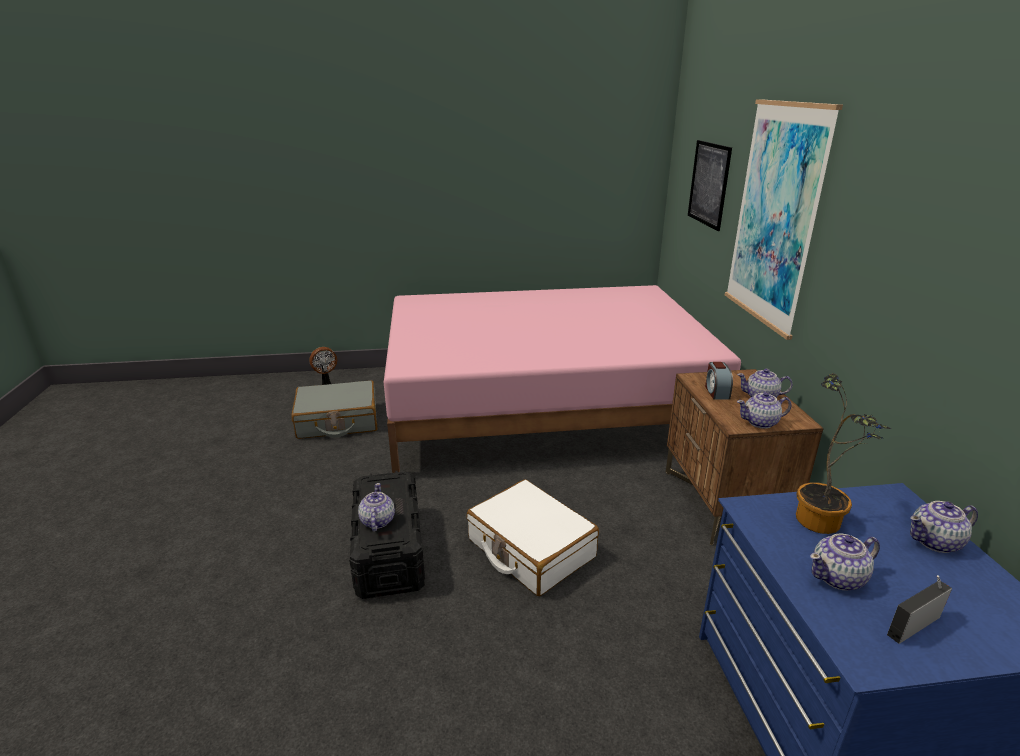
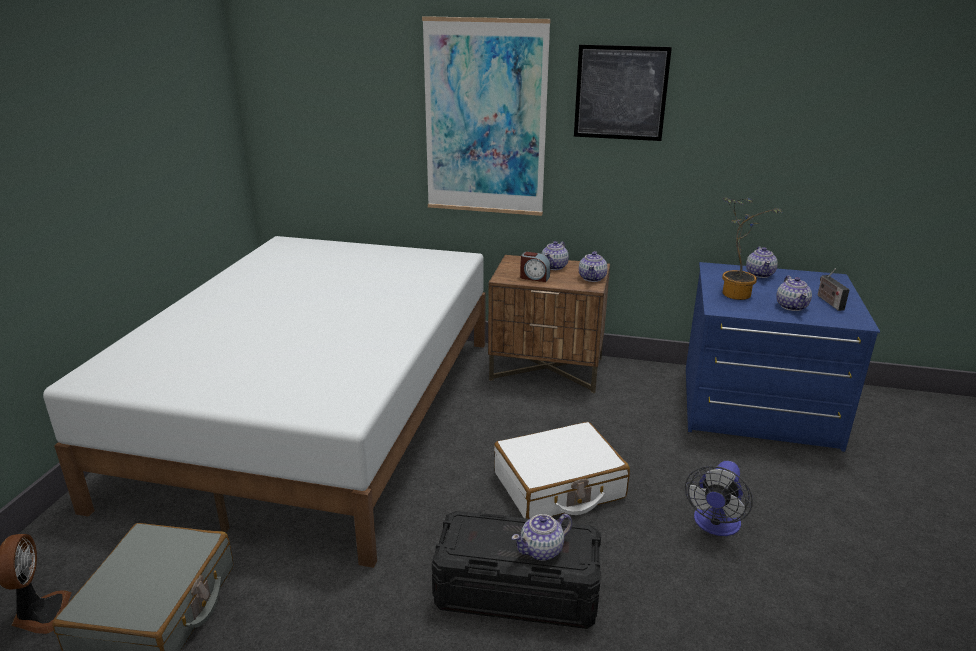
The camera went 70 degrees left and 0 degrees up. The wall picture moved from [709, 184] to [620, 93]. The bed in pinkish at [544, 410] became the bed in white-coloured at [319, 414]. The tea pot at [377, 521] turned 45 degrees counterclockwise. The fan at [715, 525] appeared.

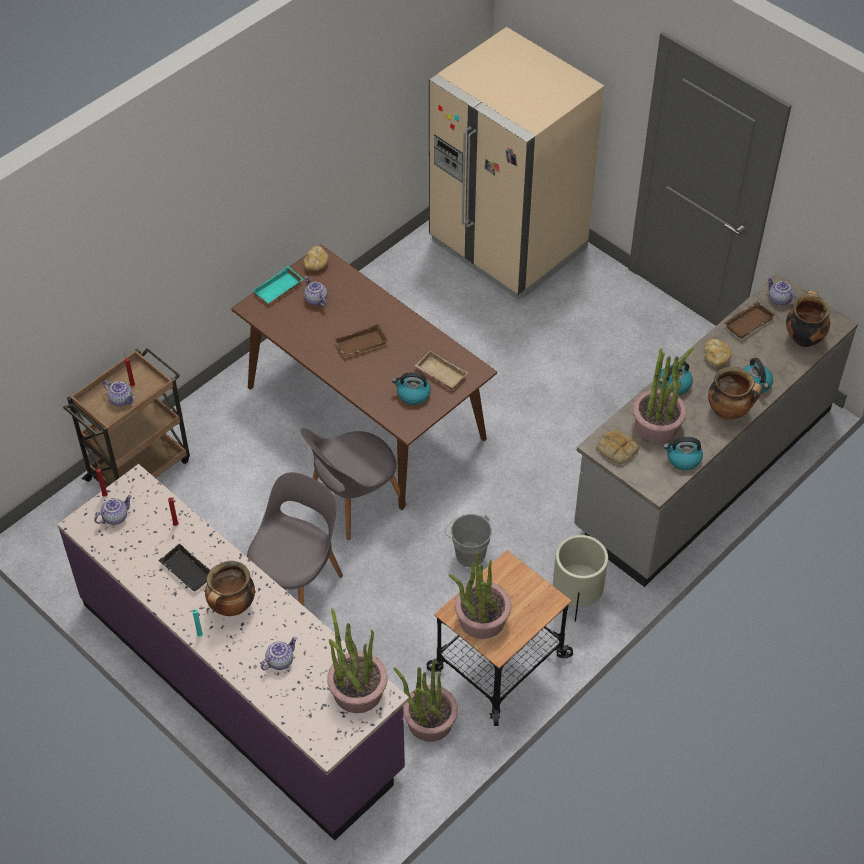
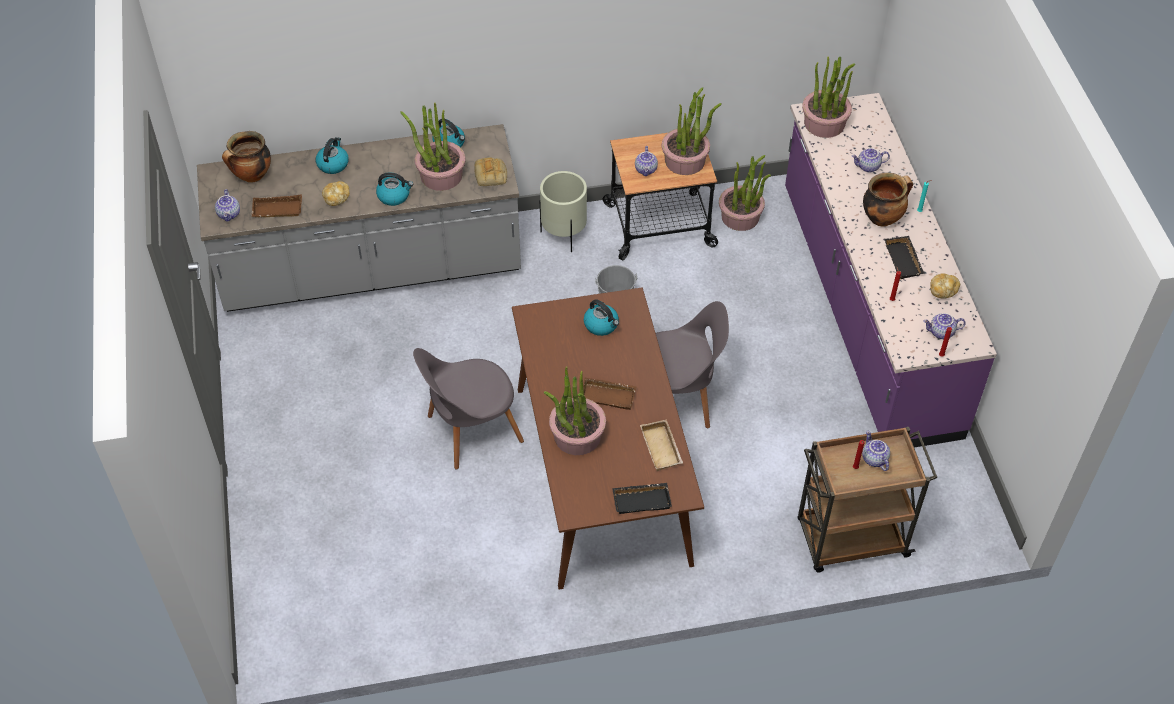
The camera went 145 degrees left and 0 degrees up. The fridge in beige at [507, 245] disappeared. The baked bread moved from [316, 264] to [943, 290]. The serving tray in blue-green at [278, 290] became the serving tray in black at [642, 500]. The tea pot moved from [315, 300] to [646, 170]. The serving tray in beige moved from [439, 374] to [662, 448]. The saucepot at [729, 411] disappeared. The plain chair in grey moved from [295, 584] to [470, 430]. The plant in a pot at [577, 436] appeared.

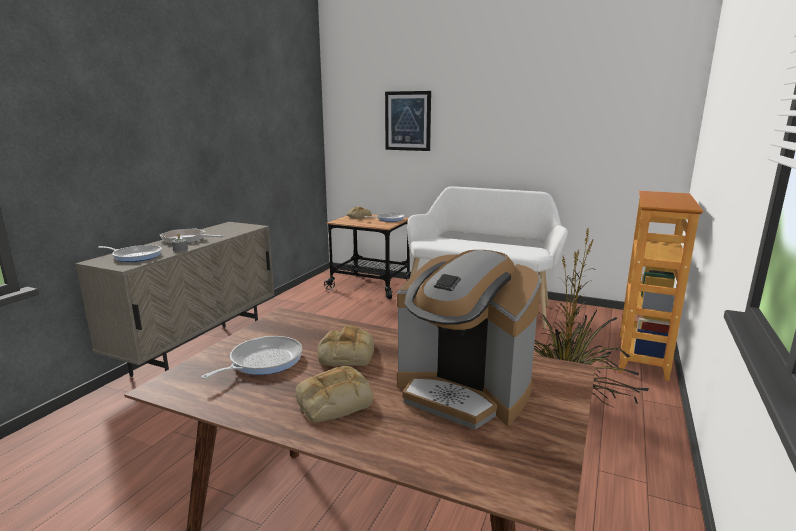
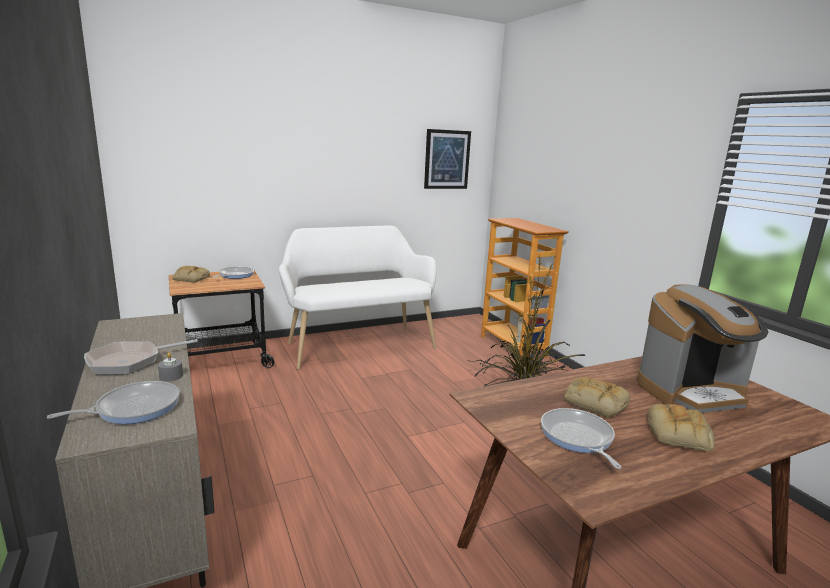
The camera went 50 degrees left and 0 degrees up. The wall picture moved from [408, 121] to [447, 159].

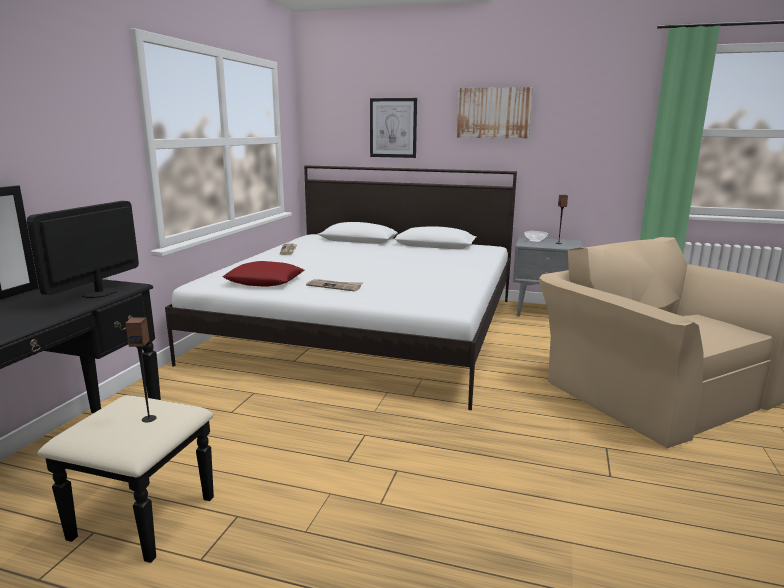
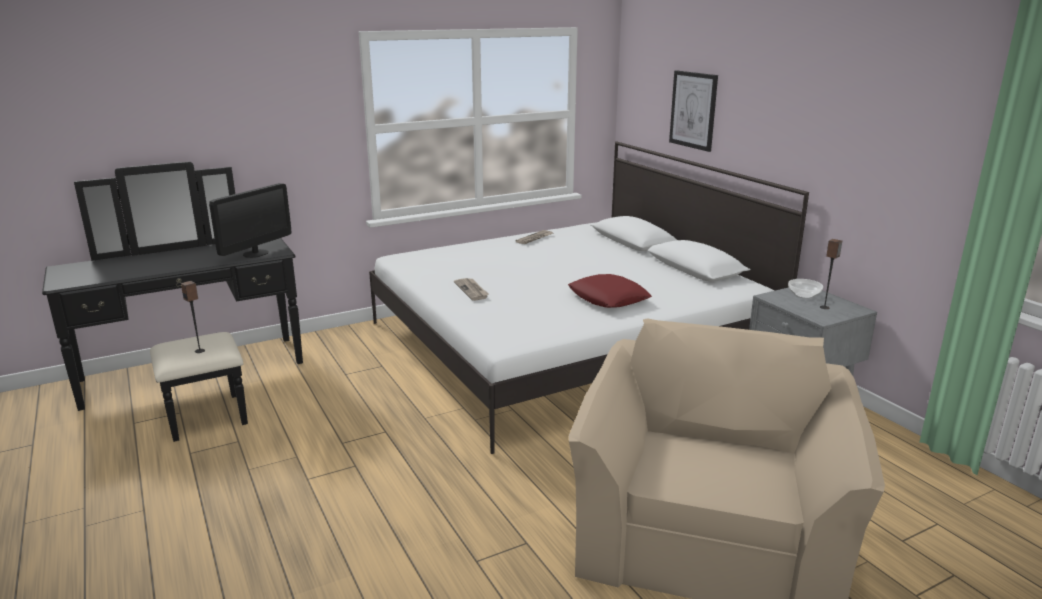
The camera went 45 degrees right and 5 degrees up. The wall picture at [494, 113] disappeared. The computer display at [99, 293] turned 150 degrees clockwise. The cushion in red moved from [265, 281] to [608, 298].

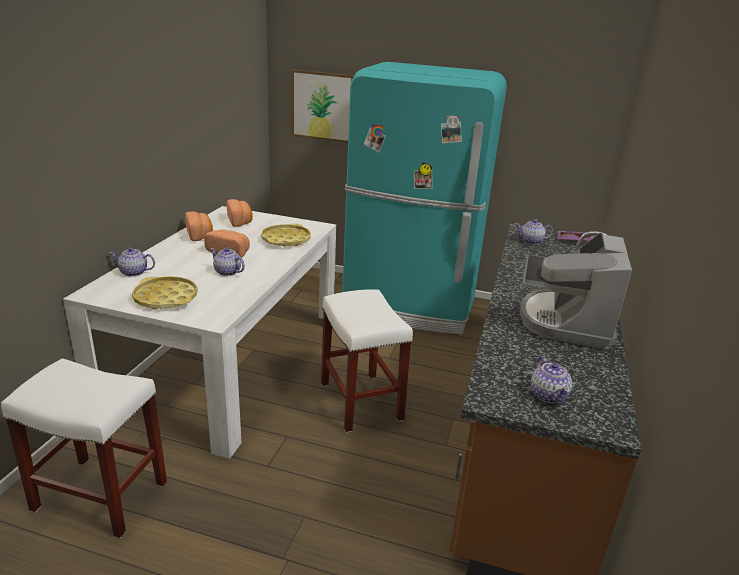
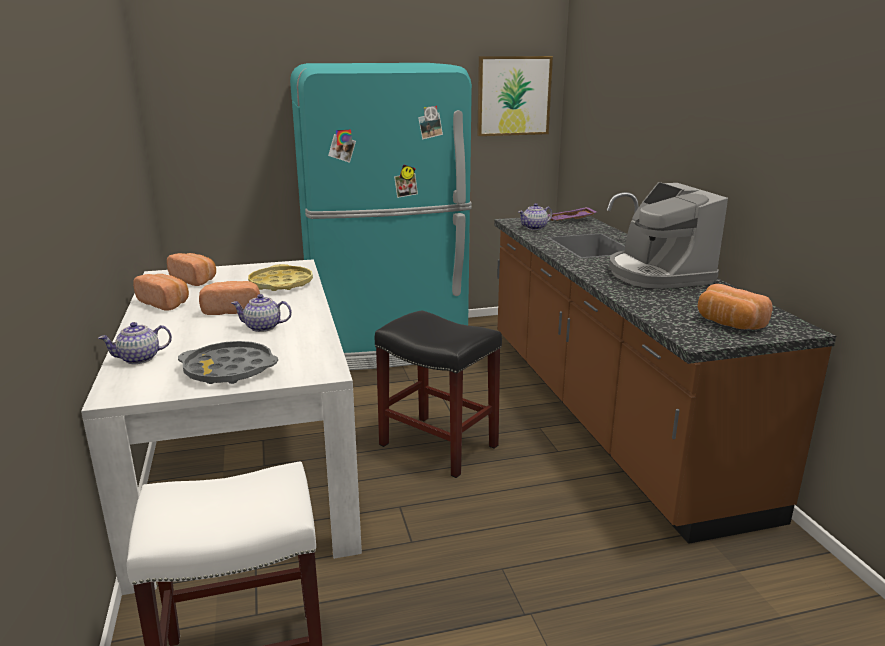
The camera went 30 degrees left and 5 degrees down. The wall picture moved from [323, 106] to [513, 96]. The serving tray in yellowish at [166, 298] became the serving tray in grey at [229, 370]. The sitting stool in white-coloured at [361, 402] became the sitting stool in black at [440, 445]. The tea pot at [548, 395] was replaced by the baked bread at [728, 323].

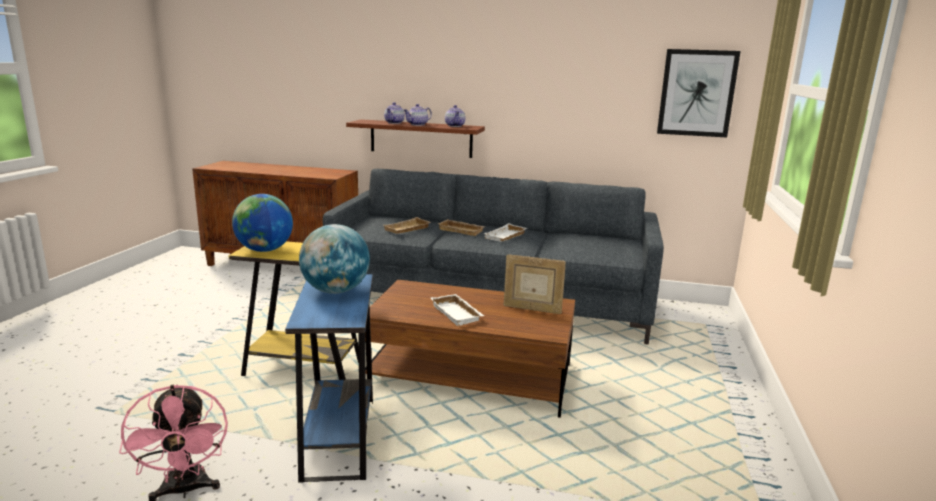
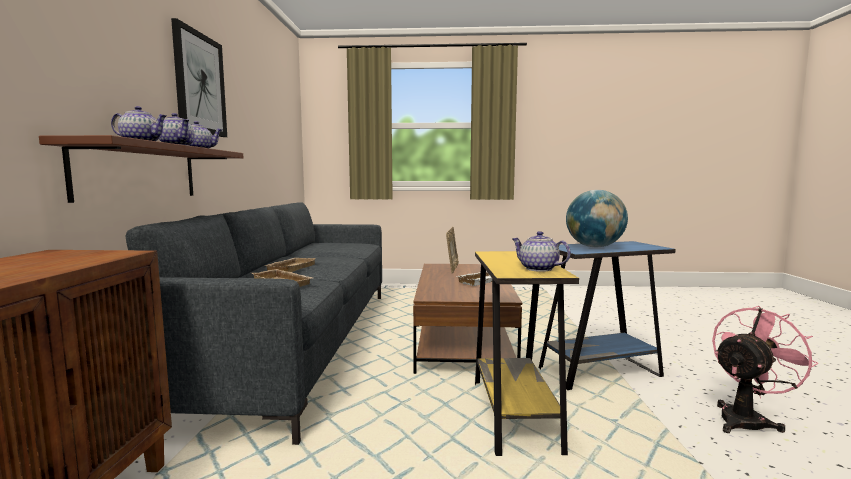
The camera went 100 degrees left and 10 degrees down. The wall picture moved from [697, 93] to [199, 84]. The world globe at [264, 250] was replaced by the tea pot at [537, 269]. The serving tray in white-coloured at [506, 237] disappeared.

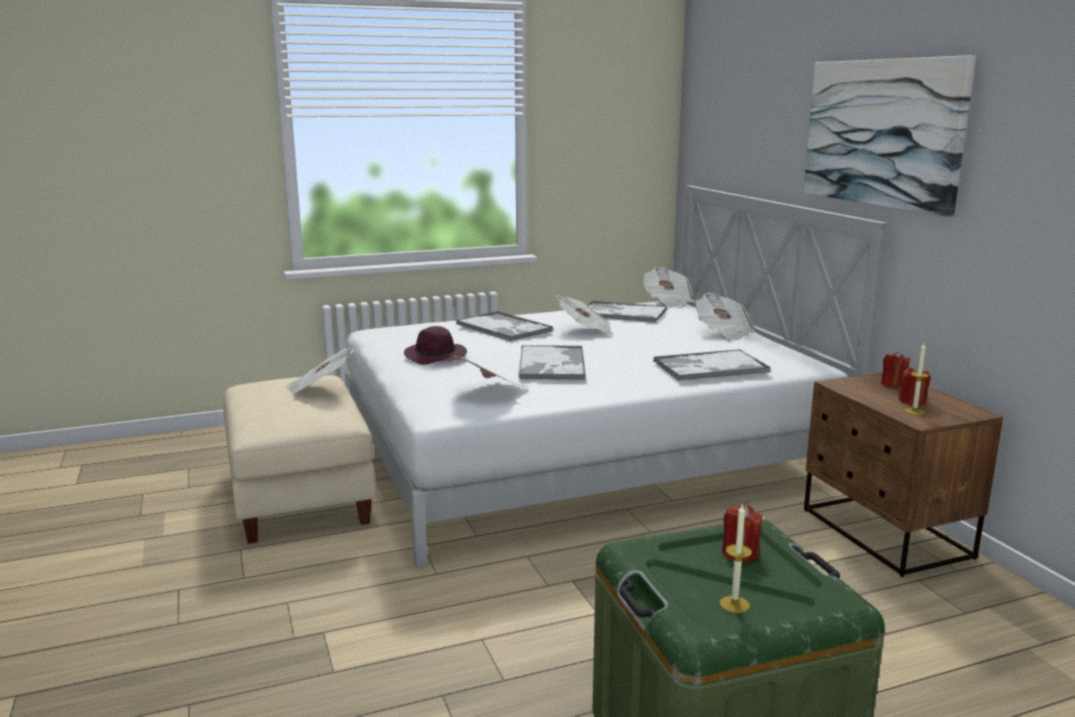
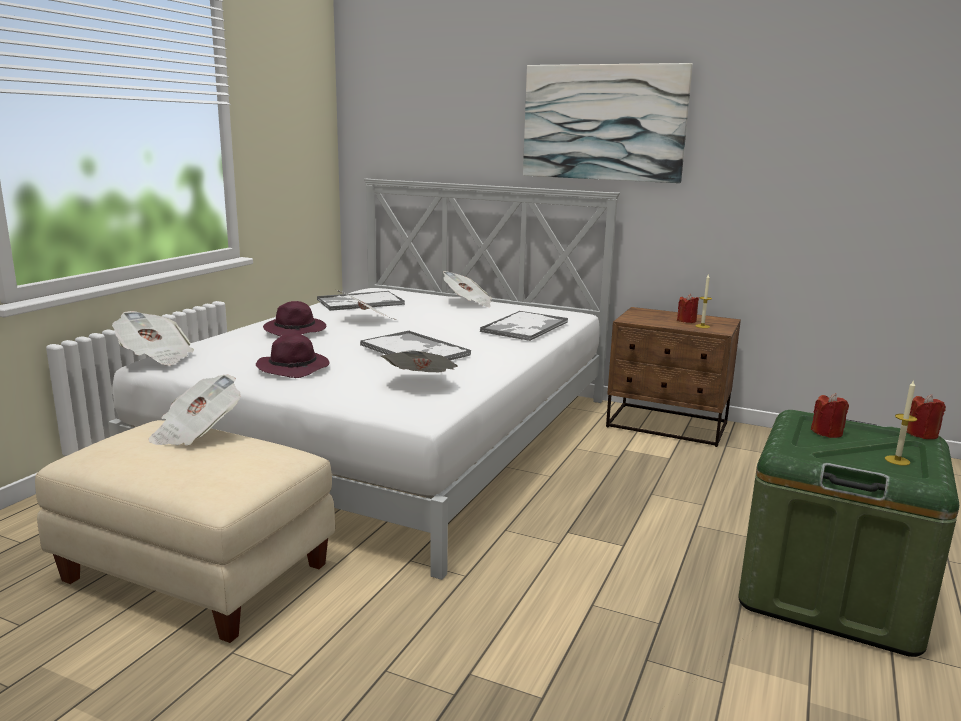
The camera went 45 degrees left and 0 degrees up. The daily paper moved from [667, 301] to [156, 357]. The serving tray at [504, 328] was replaced by the hat in purple-coloured at [296, 331]. The wax candle in red moved from [893, 385] to [921, 434].

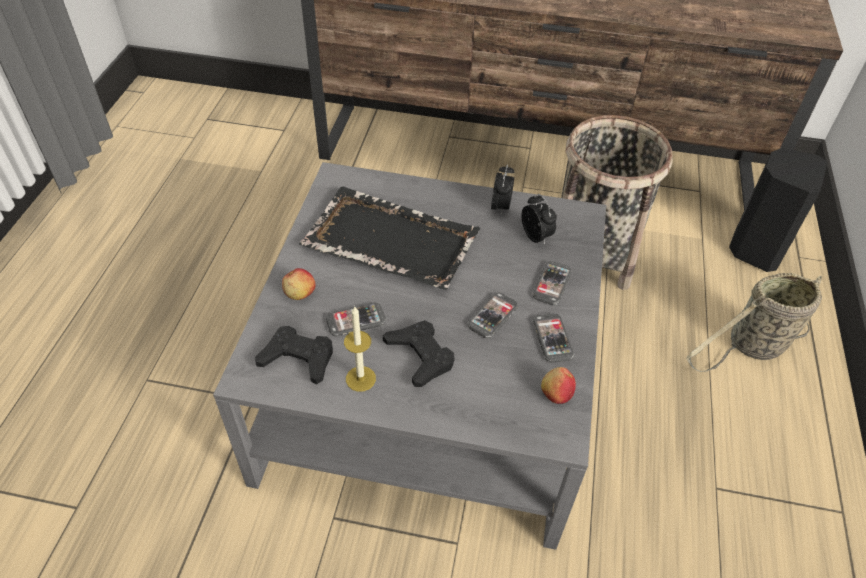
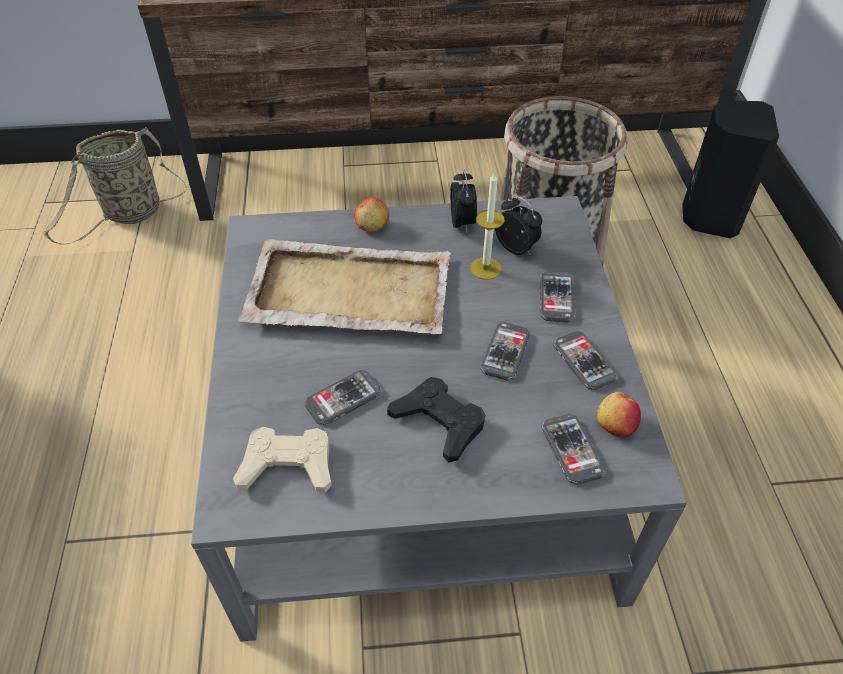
The camera went 15 degrees left and 0 degrees up. The serving tray in black at [389, 241] became the serving tray in beige at [347, 291]. The apple moved from [300, 293] to [372, 226]. The household basket moved from [752, 346] to [130, 214]. The wax candle moved from [360, 378] to [485, 268]. The gamepad in black at [298, 358] became the gamepad in beige at [287, 465]. The handset at [572, 450] appeared.

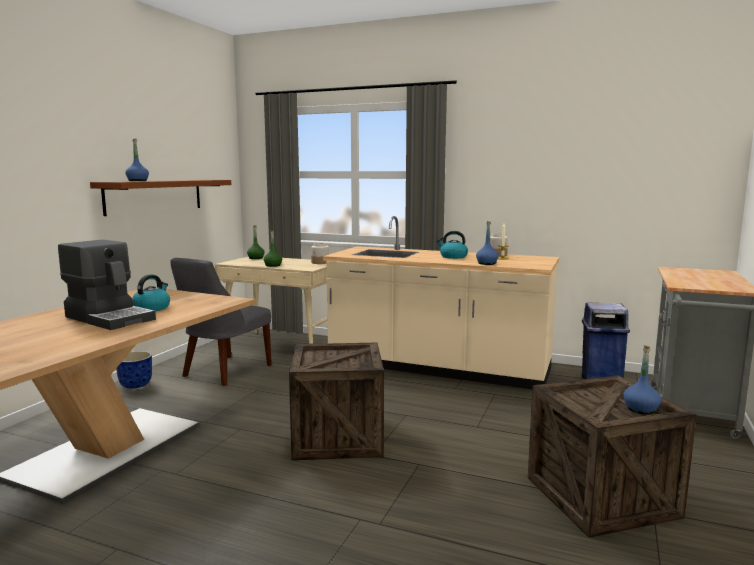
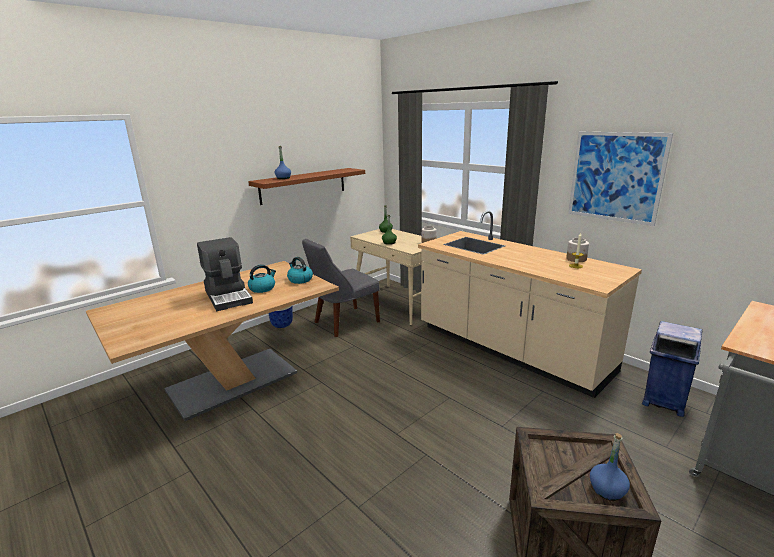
The camera went 25 degrees right and 10 degrees up. The beverage bottle in blue at [487, 263] disappeared. The kettle moved from [453, 257] to [300, 280]. The shipping crate at [337, 437] disappeared. The wall picture at [615, 177] appeared.

